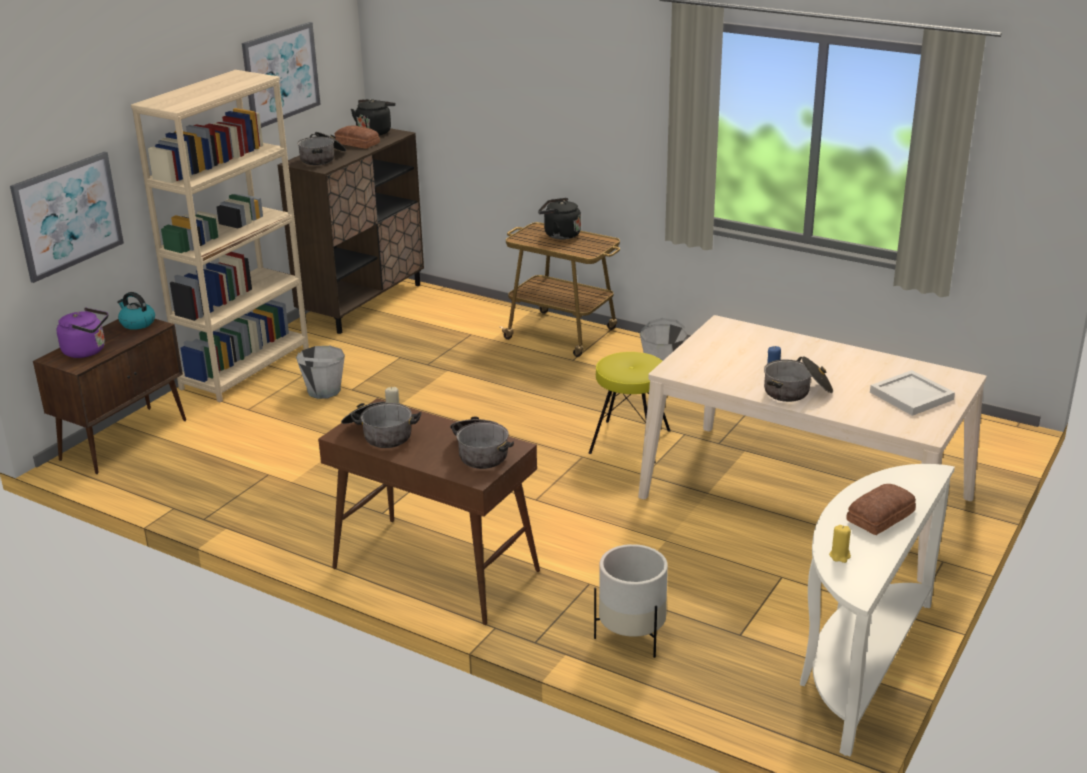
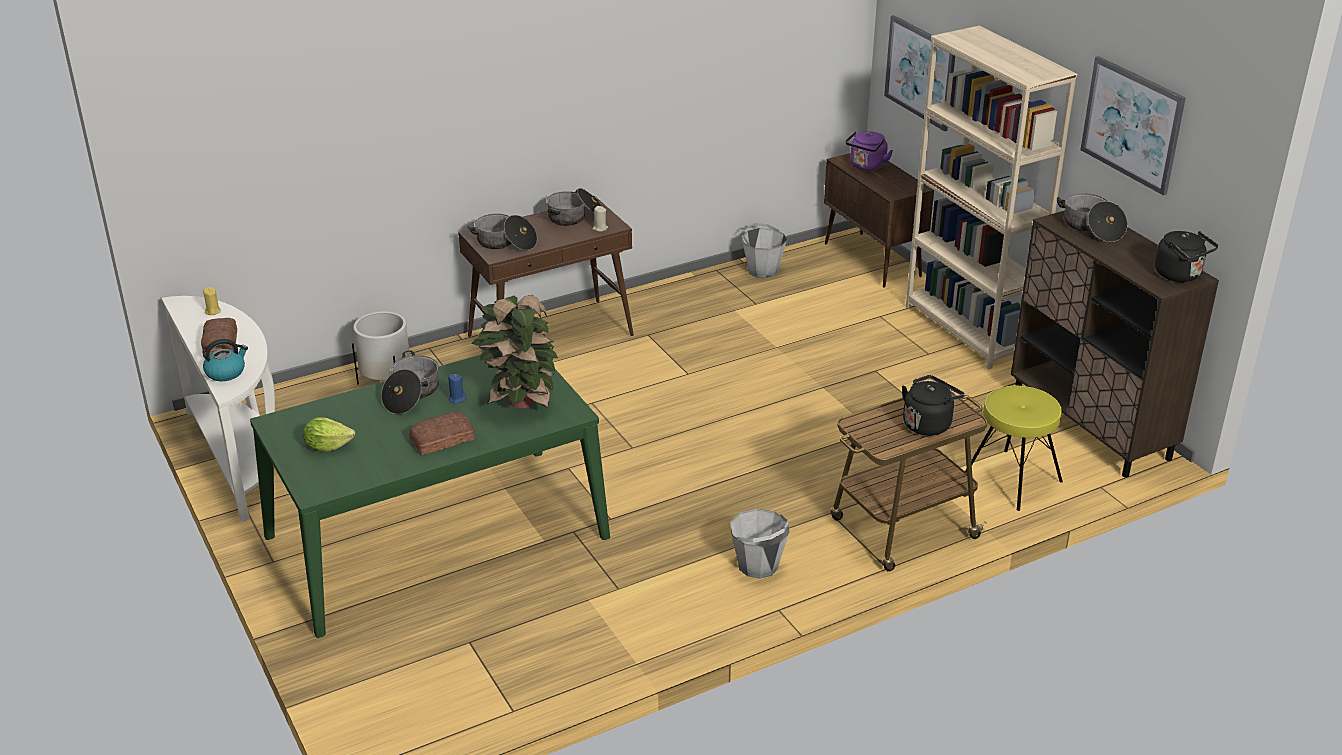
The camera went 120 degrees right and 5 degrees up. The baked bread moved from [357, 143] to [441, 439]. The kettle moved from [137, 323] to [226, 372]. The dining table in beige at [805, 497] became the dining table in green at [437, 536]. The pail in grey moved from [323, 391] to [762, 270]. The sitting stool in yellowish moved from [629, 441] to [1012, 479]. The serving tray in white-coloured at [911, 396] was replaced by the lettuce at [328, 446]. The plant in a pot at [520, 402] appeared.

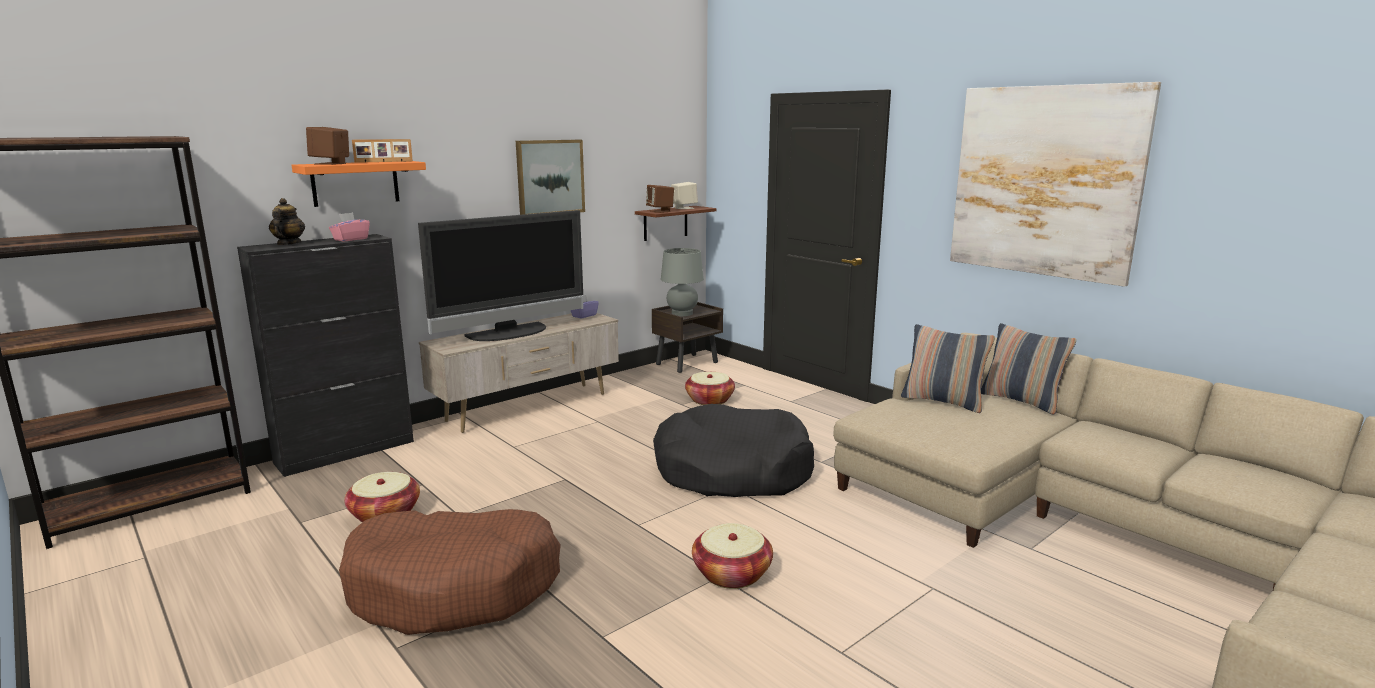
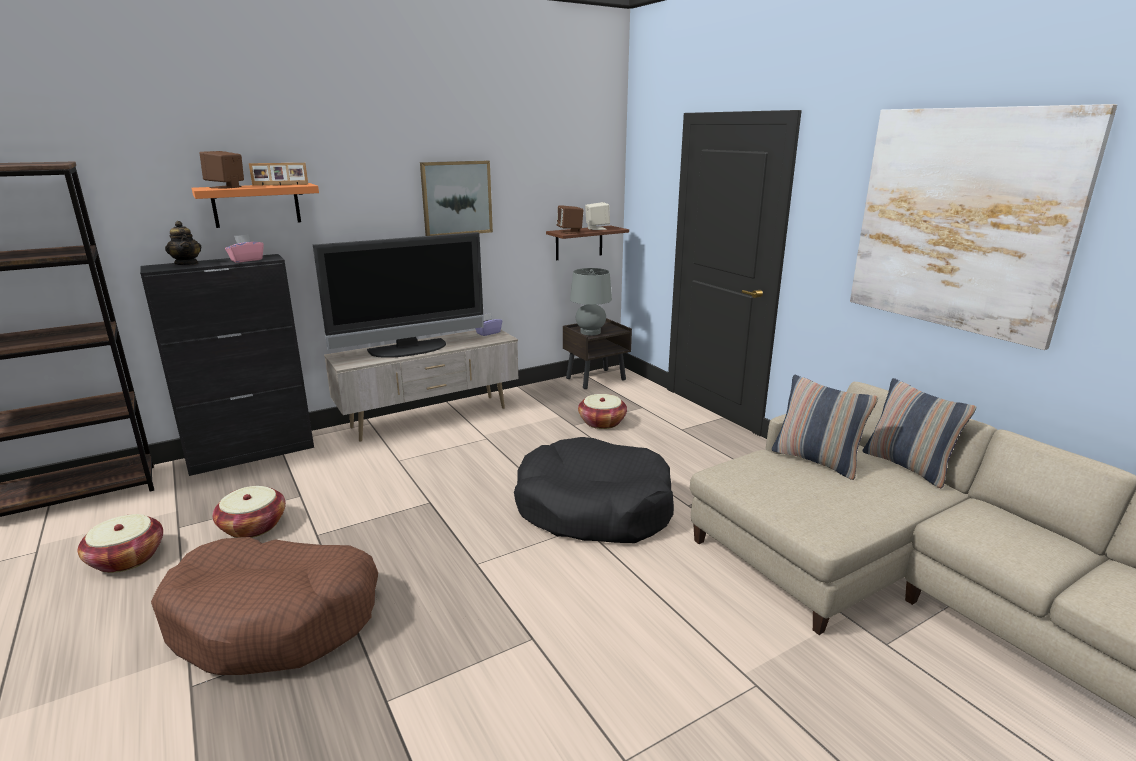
The camera went 10 degrees right and 5 degrees up. The tea pot at [288, 244] turned 135 degrees clockwise. The household basket moved from [731, 574] to [127, 558].

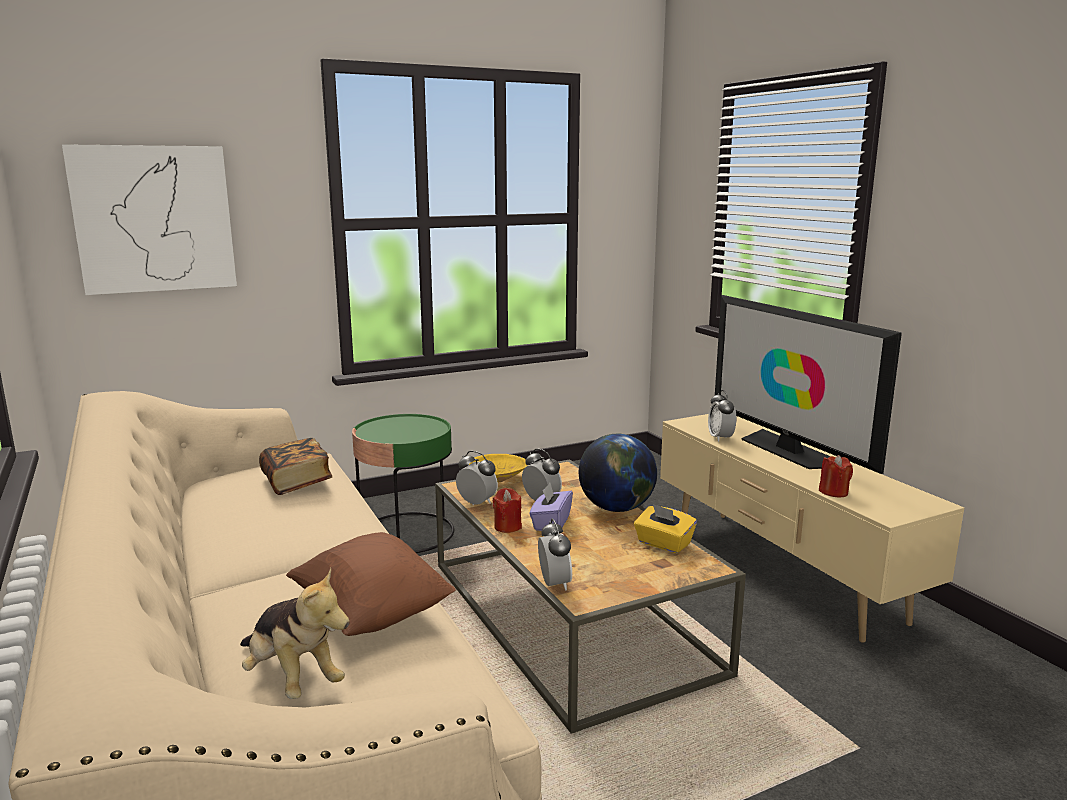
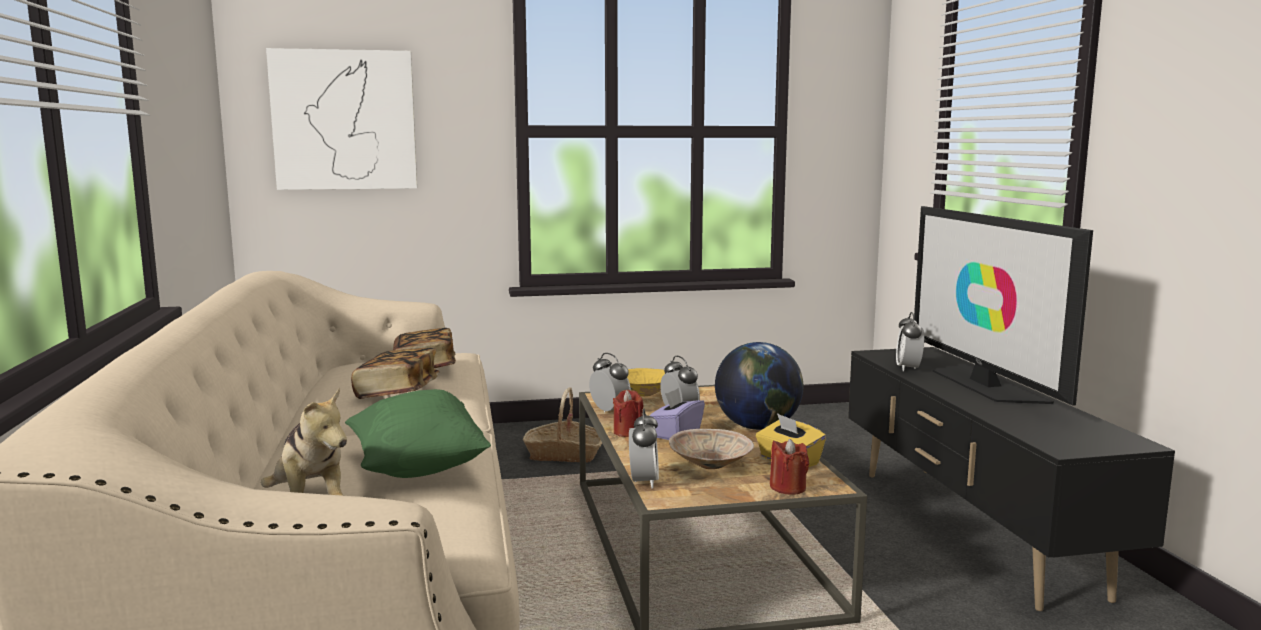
The camera went 15 degrees right and 5 degrees down. The accent table in green at [407, 533] was replaced by the household basket at [564, 454]. The media console in beige at [781, 571] became the media console in black at [971, 530]. The wax candle in red moved from [833, 492] to [788, 488]. The cushion in brown at [372, 612] became the cushion in green at [418, 467]. The book at [397, 392] appeared. The deep dish in beige at [710, 466] appeared.

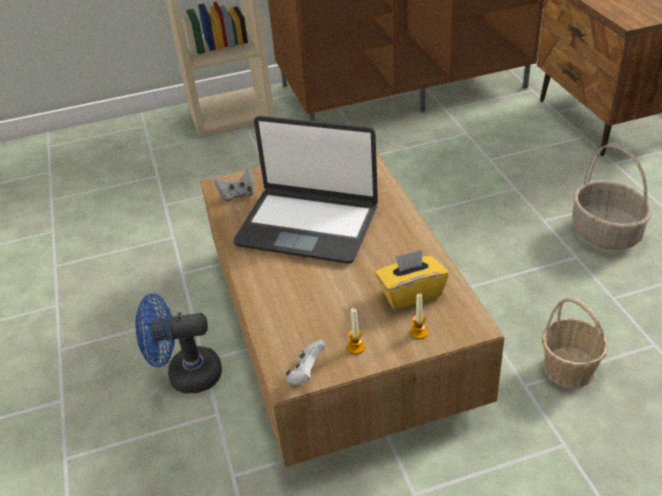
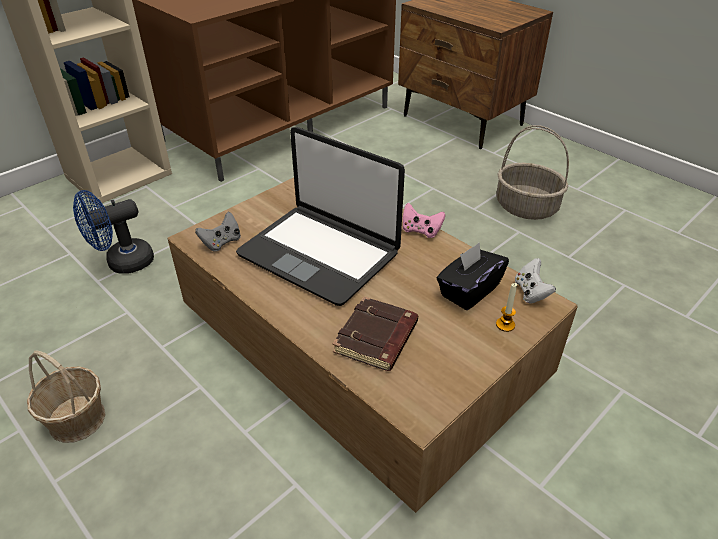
The camera went 30 degrees left and 0 degrees up. The laptop at [308, 225] turned 45 degrees clockwise. The box of tissues in yellowish at [411, 293] became the box of tissues in black at [469, 291]. The fan in blue moved from [186, 375] to [123, 263]. The household basket moved from [569, 368] to [77, 419]. The wax candle at [356, 347] disappeared. The gamepad in white-coloured moved from [306, 373] to [531, 292]. The gamepad in pinkish at [421, 231] appeared. The book in brown at [377, 339] appeared.

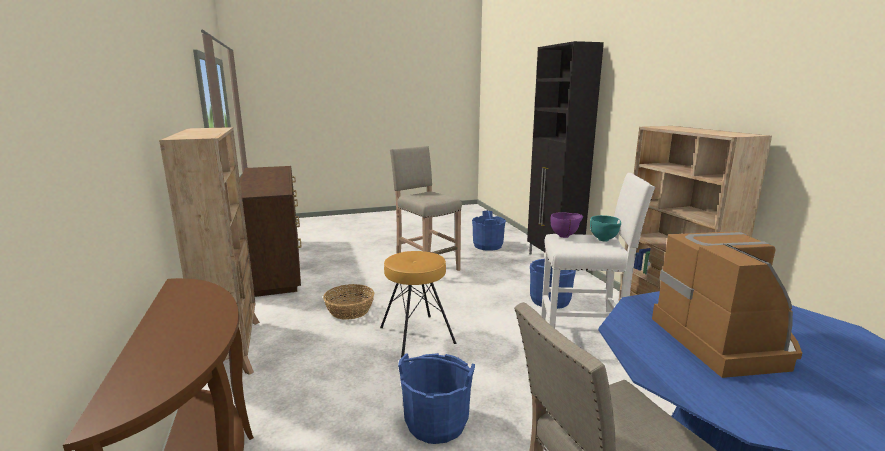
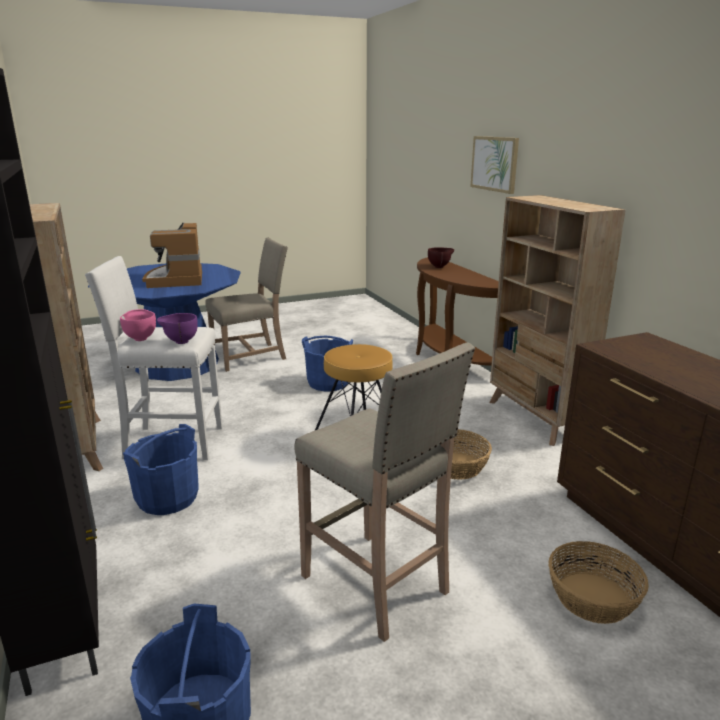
The camera went 175 degrees right and 5 degrees up. The deep dish in blue-green at [604, 240] became the deep dish in pinkish at [140, 338]. The wall picture at [494, 164] appeared. The deep dish in brown at [440, 267] appeared. The household basket at [592, 598] appeared.

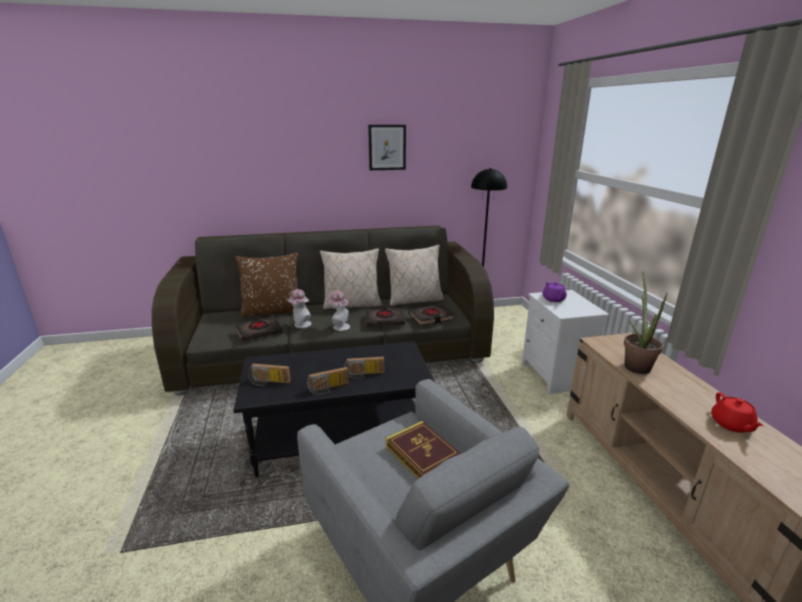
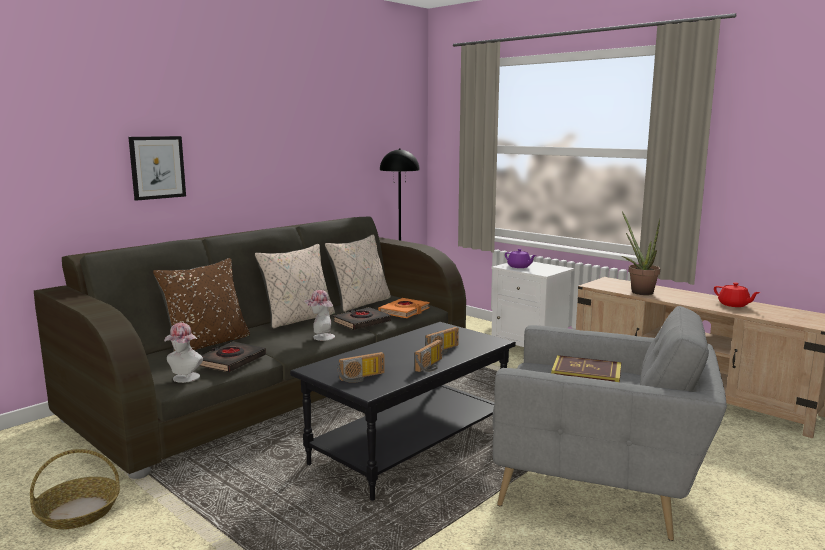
The camera went 35 degrees left and 10 degrees down. The wall picture moved from [387, 147] to [157, 167]. The hat moved from [300, 325] to [184, 379]. The book in black at [431, 317] became the book in orange at [404, 311]. The household basket at [79, 511] appeared.

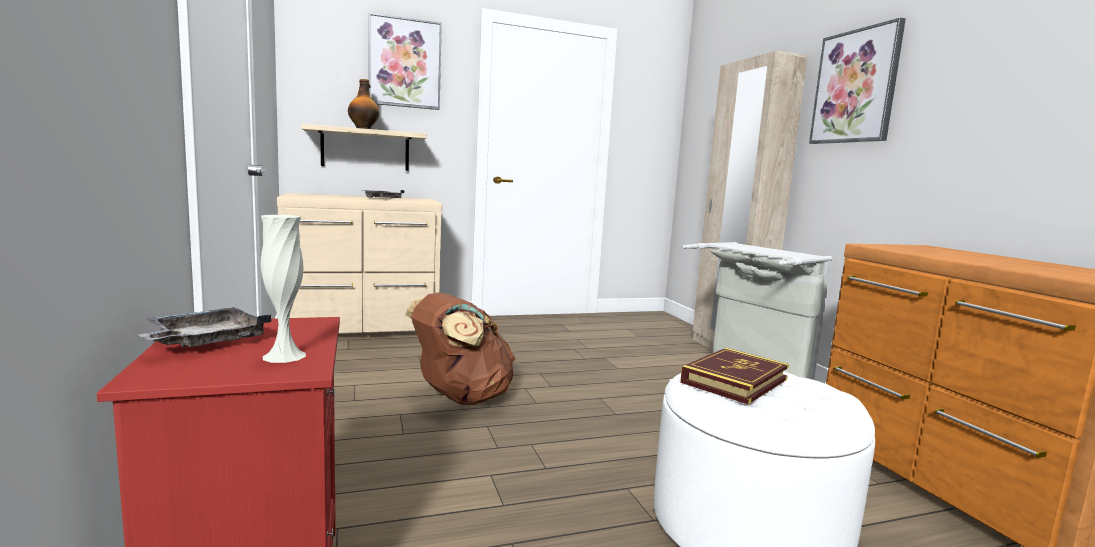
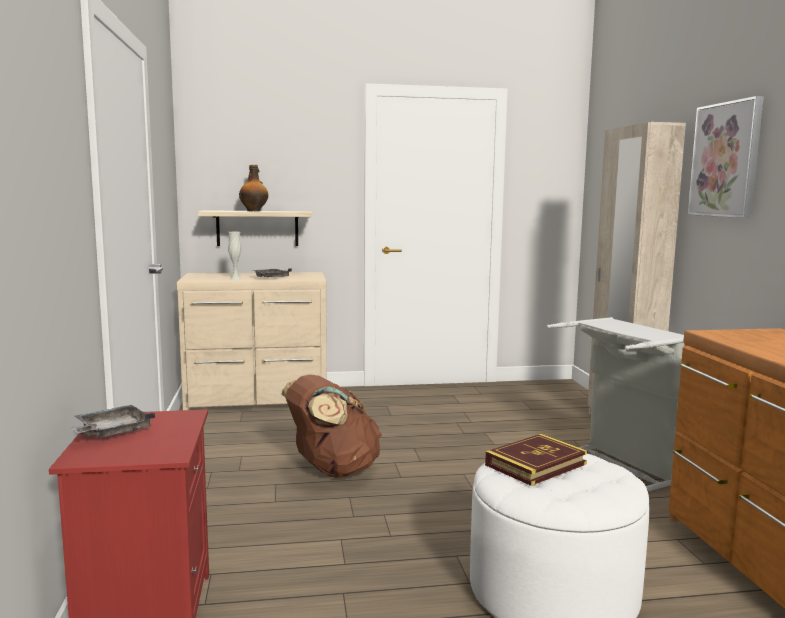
The camera went 10 degrees right and 0 degrees up. The wall picture at [405, 63] disappeared. The flower vase in white-coloured moved from [284, 356] to [235, 279].

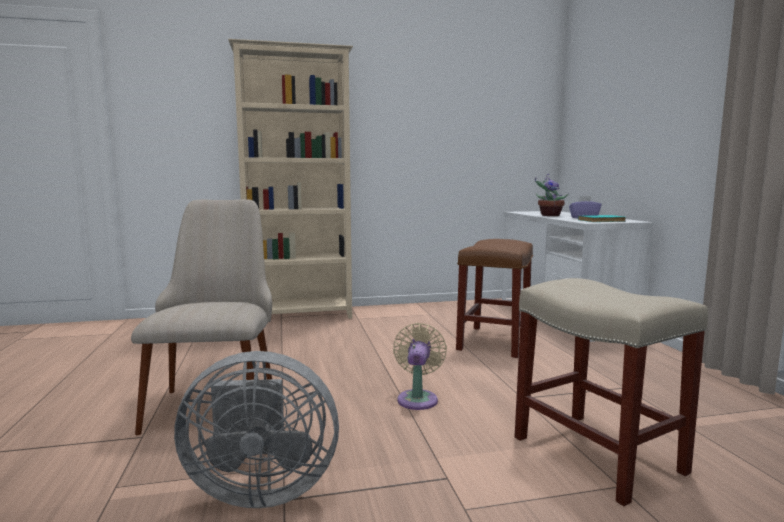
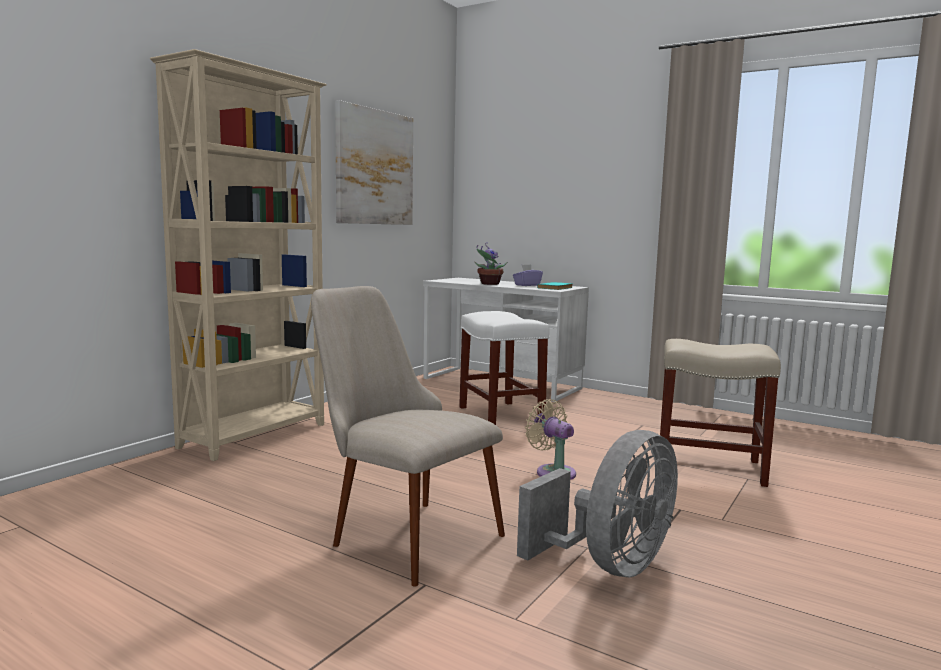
The camera went 45 degrees left and 0 degrees up. The sitting stool in brown at [494, 341] became the sitting stool in white-coloured at [499, 414]. The wall picture at [374, 167] appeared.

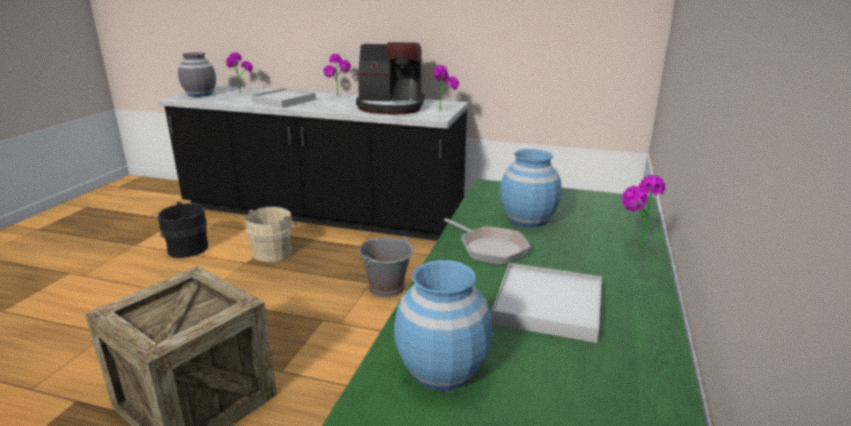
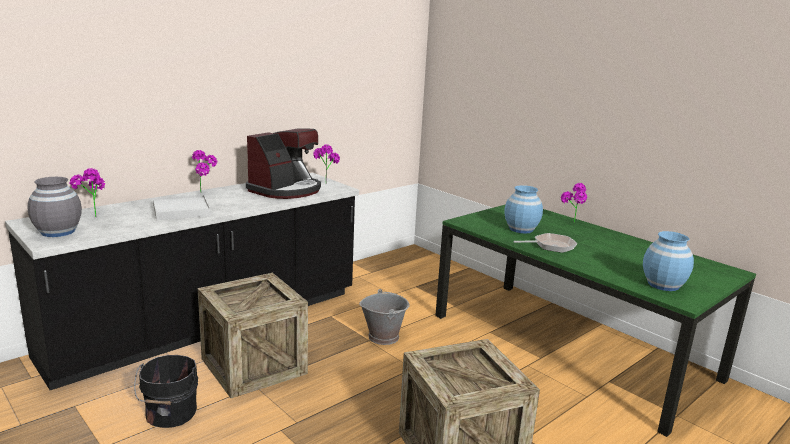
The camera went 60 degrees left and 5 degrees down. The pail in beige at [274, 251] was replaced by the shipping crate at [253, 366]. The serving tray in white-coloured at [548, 305] disappeared.

